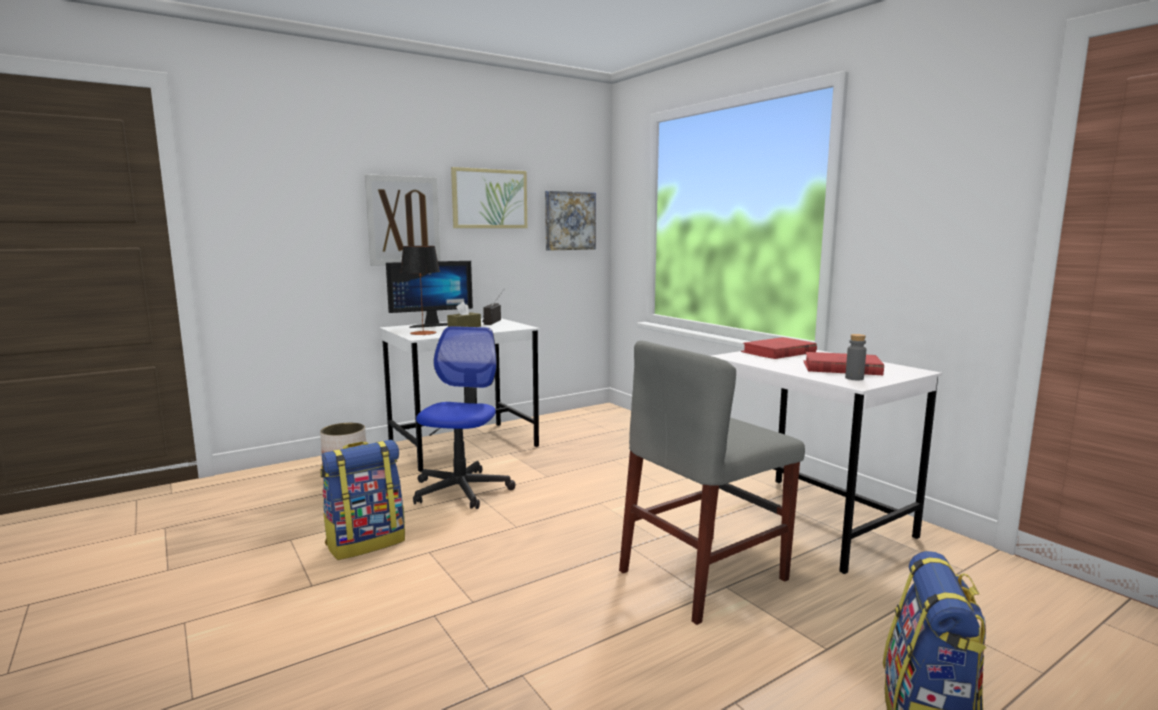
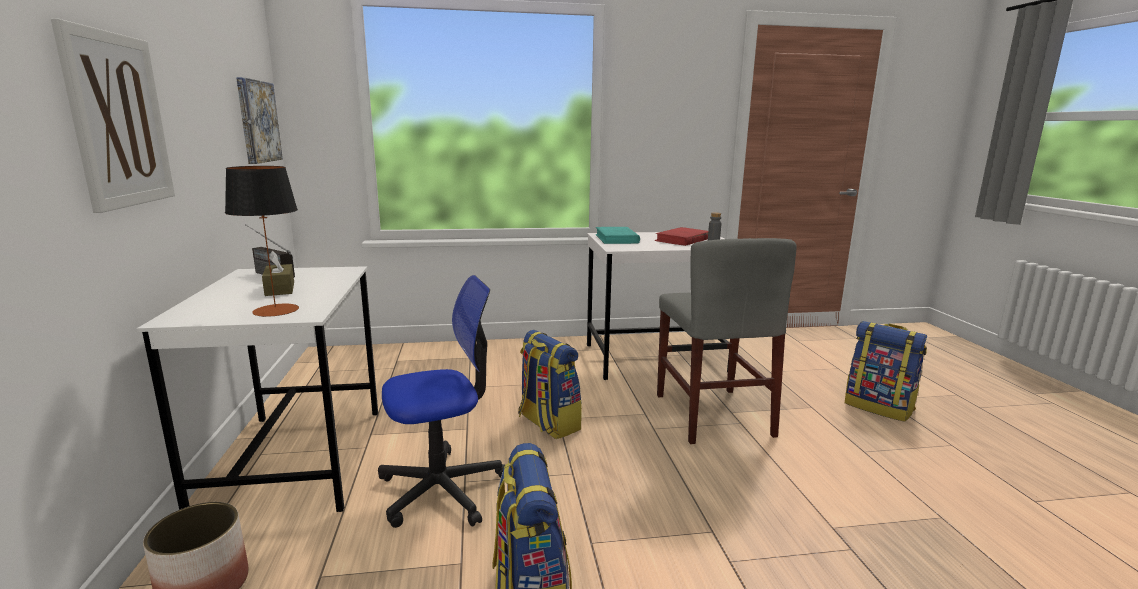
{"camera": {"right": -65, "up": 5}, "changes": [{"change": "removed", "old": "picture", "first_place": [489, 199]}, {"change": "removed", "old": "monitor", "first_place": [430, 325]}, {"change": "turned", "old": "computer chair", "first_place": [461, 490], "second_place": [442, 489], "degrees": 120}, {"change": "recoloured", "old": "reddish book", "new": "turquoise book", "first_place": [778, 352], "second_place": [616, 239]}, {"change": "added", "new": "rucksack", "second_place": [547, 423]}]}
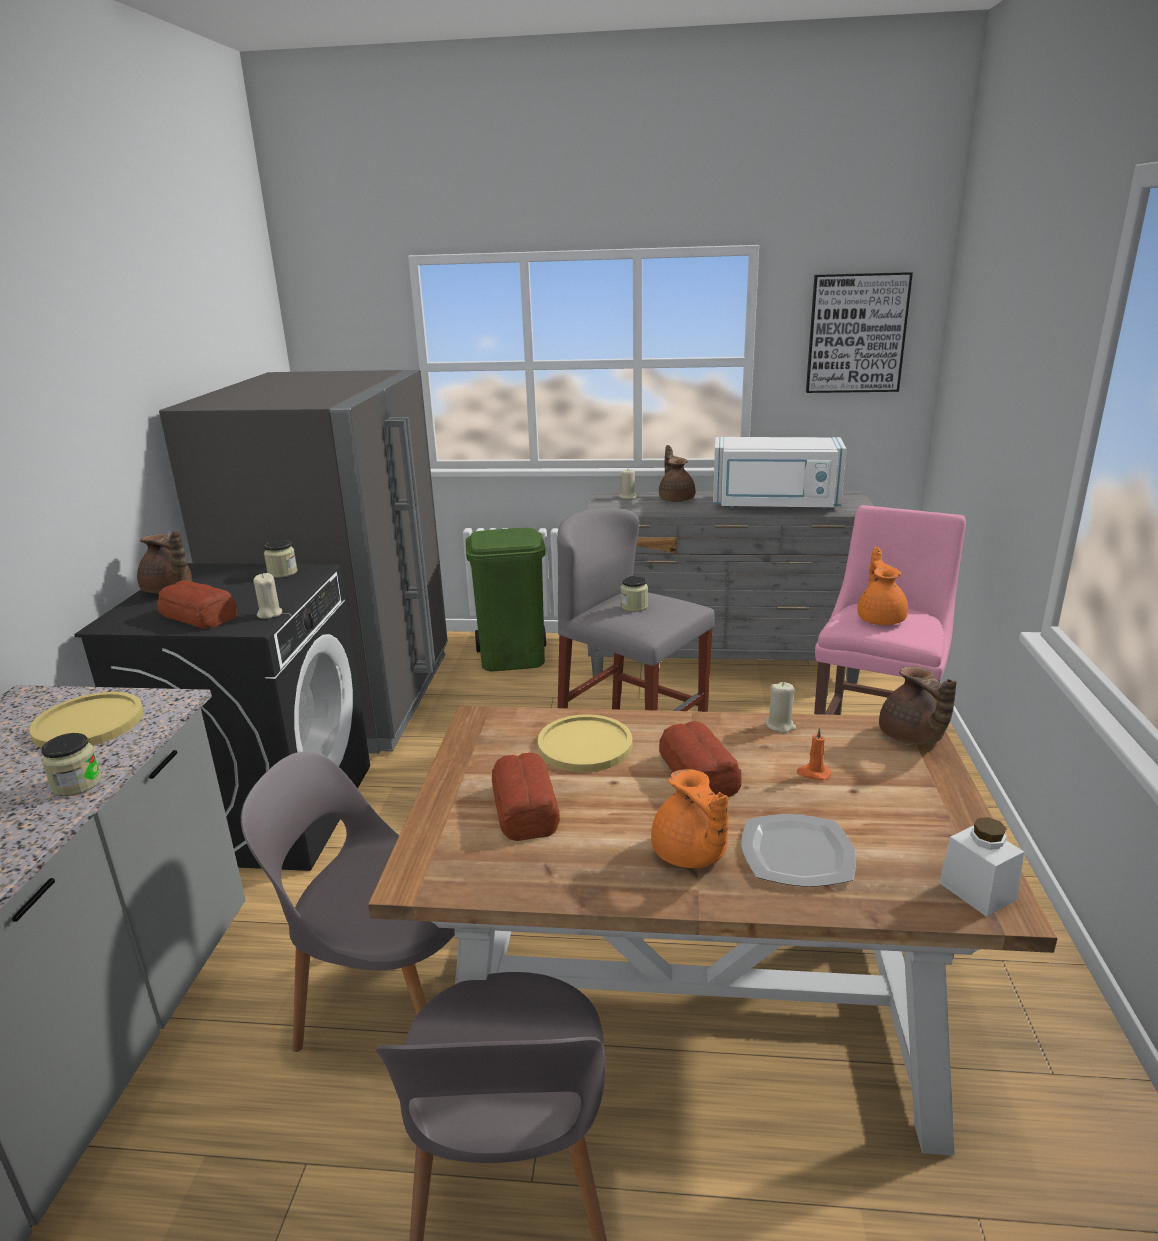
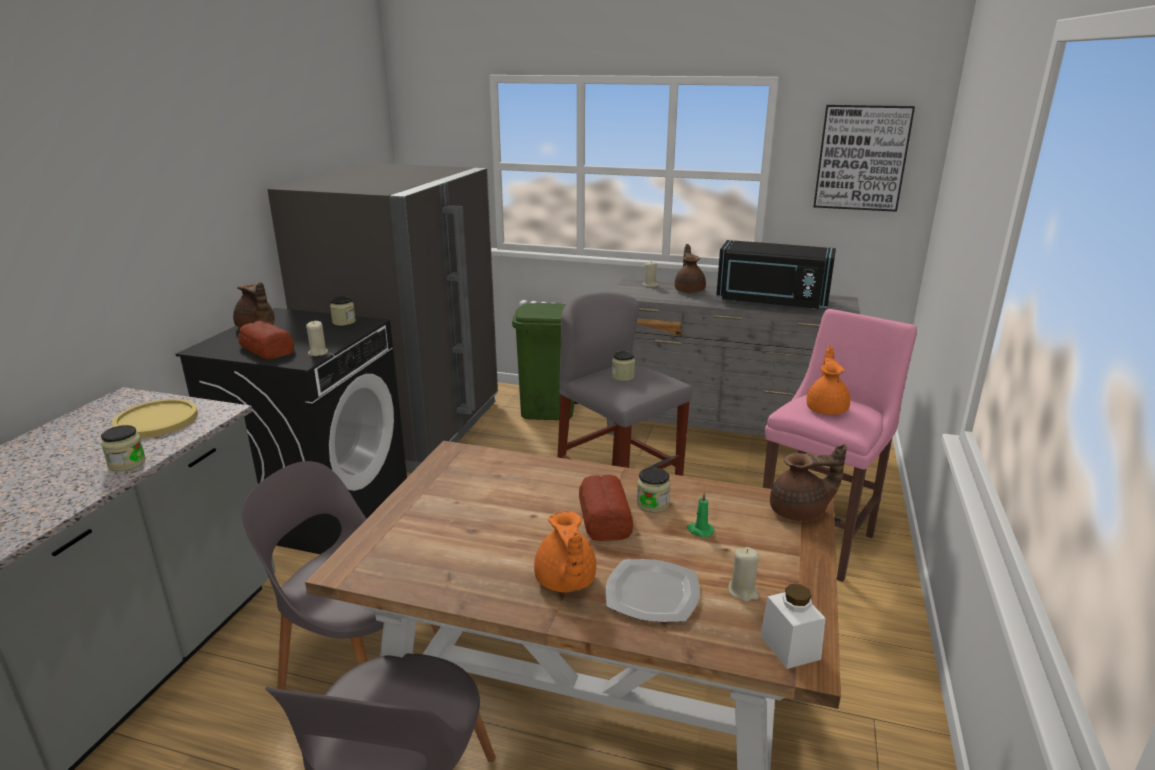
{"camera": {"right": 10, "up": 0}, "changes": [{"change": "recoloured", "old": "whitish microwave", "new": "blackish microwave", "first_place": [775, 505], "second_place": [771, 302]}, {"change": "turned", "old": "brown-coloured tea pot", "first_place": [911, 738], "second_place": [800, 512], "degrees": -90}, {"change": "moved", "old": "beige-coloured candle", "first_place": [780, 725], "second_place": [743, 591]}, {"change": "removed", "old": "yellow-coloured dinner plate", "first_place": [585, 745]}, {"change": "recoloured", "old": "orangey candle", "new": "green-coloured candle", "first_place": [813, 773], "second_place": [699, 530]}, {"change": "removed", "old": "bakery bread", "first_place": [525, 807]}, {"change": "added", "new": "storage jar", "second_place": [652, 504]}]}
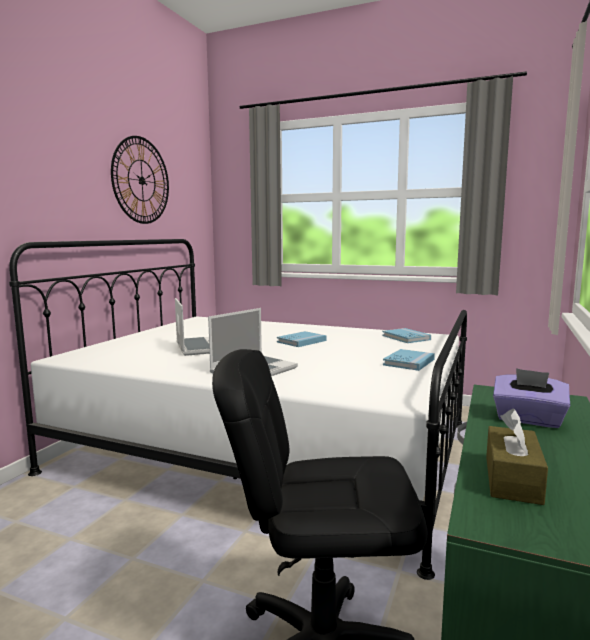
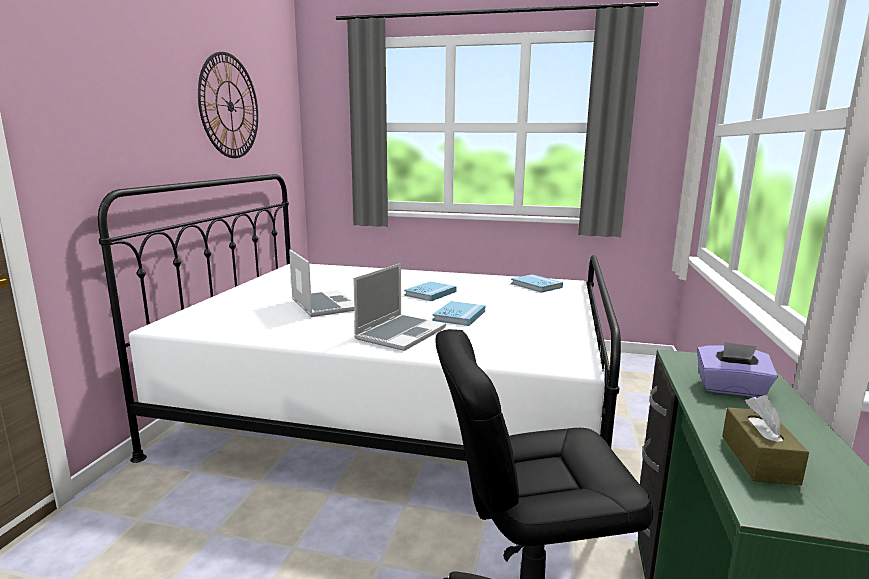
{"camera": {"right": -10, "up": 5}, "changes": [{"change": "moved", "old": "bluish book", "first_place": [409, 362], "second_place": [459, 316]}]}
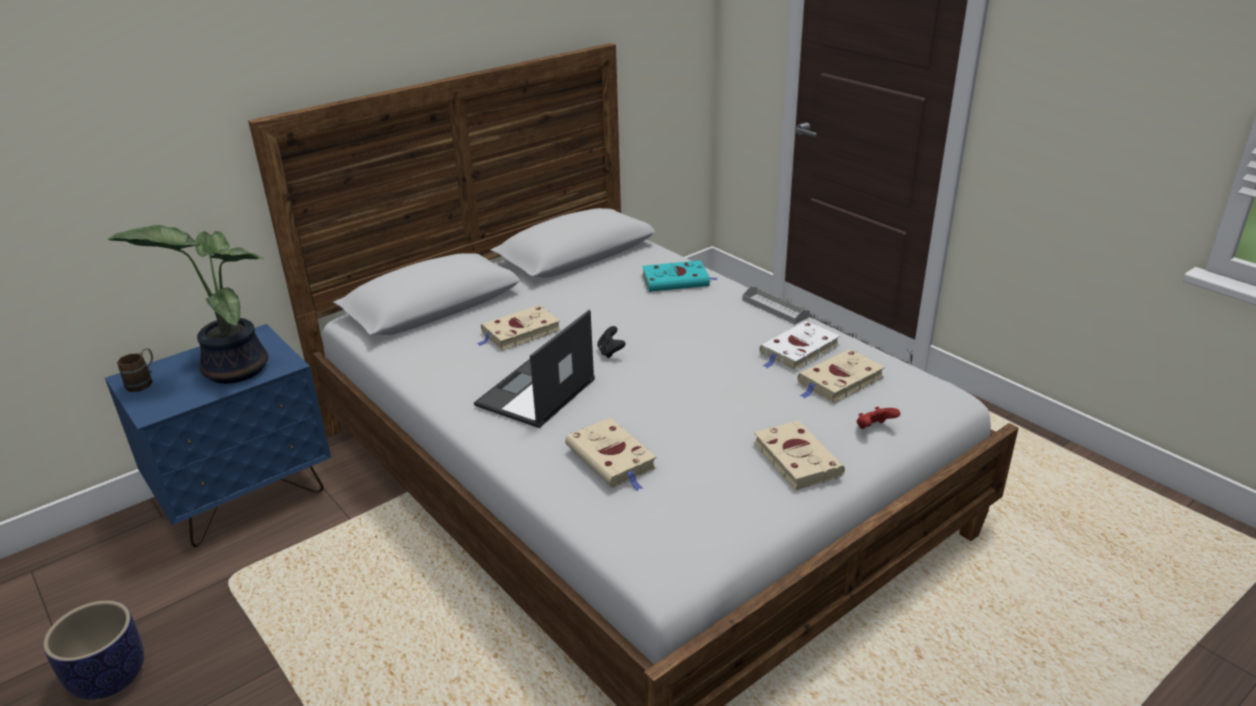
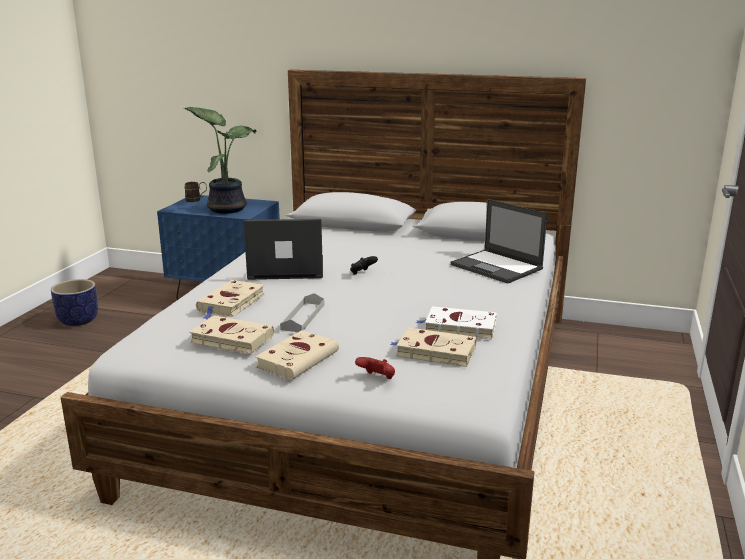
{"camera": {"right": 55, "up": -10}, "changes": [{"change": "replaced", "old": "turquoise book", "new": "laptop", "first_place": [677, 280], "second_place": [497, 267]}, {"change": "moved", "old": "greyish carrying tray", "first_place": [775, 308], "second_place": [303, 317]}, {"change": "moved", "old": "beige-coloured book", "first_place": [519, 333], "second_place": [230, 339]}]}
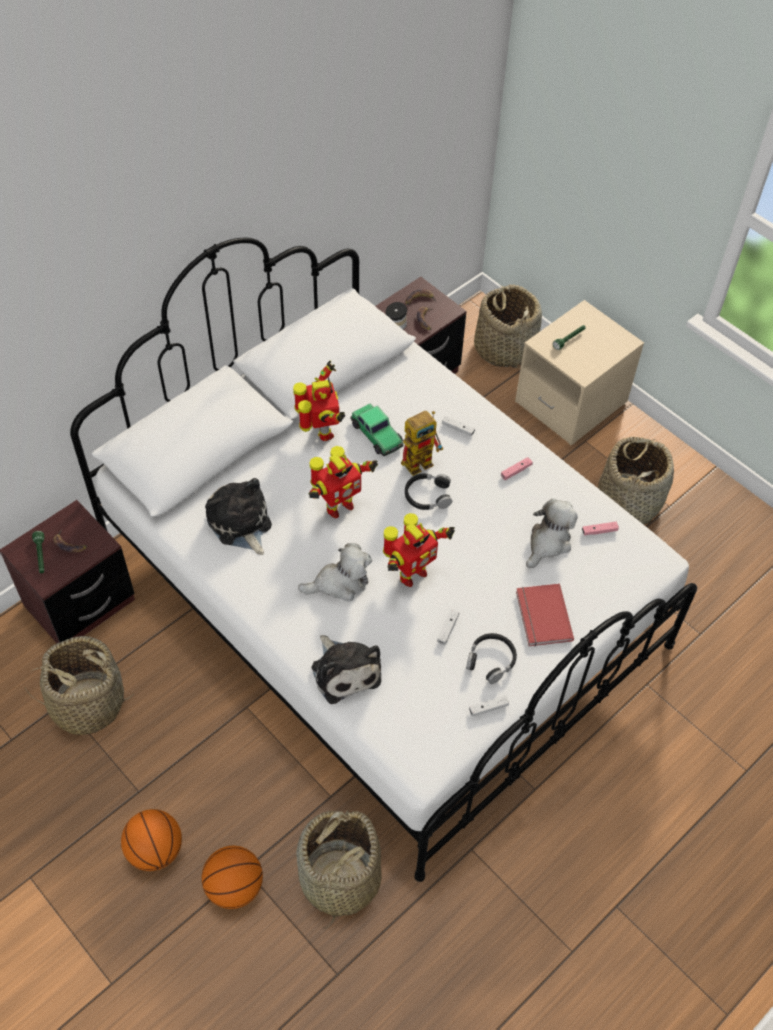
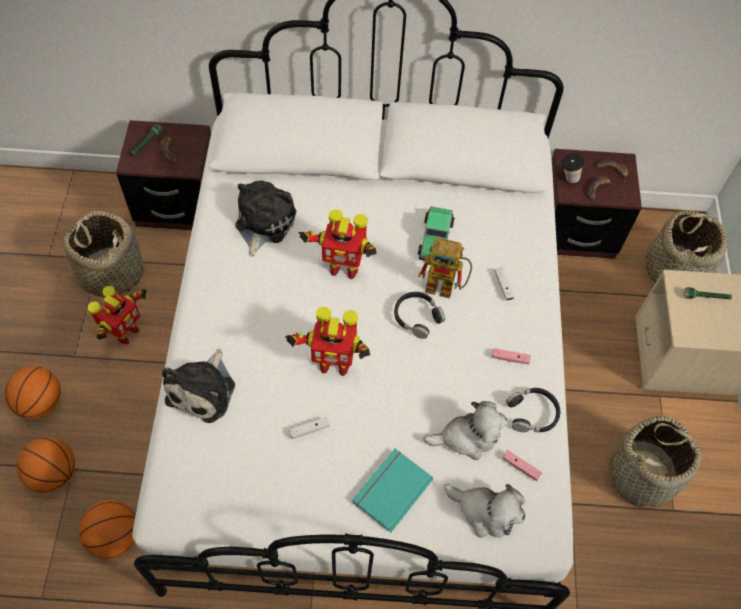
{"camera": {"right": 45, "up": 5}, "changes": [{"change": "moved", "old": "robot figure", "first_place": [322, 431], "second_place": [125, 333]}, {"change": "moved", "old": "plush toy", "first_place": [340, 583], "second_place": [485, 512]}, {"change": "recoloured", "old": "reddish book", "new": "turquoise book", "first_place": [541, 617], "second_place": [390, 489]}, {"change": "moved", "old": "blackish headphones", "first_place": [491, 660], "second_place": [532, 413]}, {"change": "removed", "old": "whitish joypad", "first_place": [488, 708]}, {"change": "replaced", "old": "household basket", "new": "basketball", "first_place": [339, 879], "second_place": [115, 537]}]}
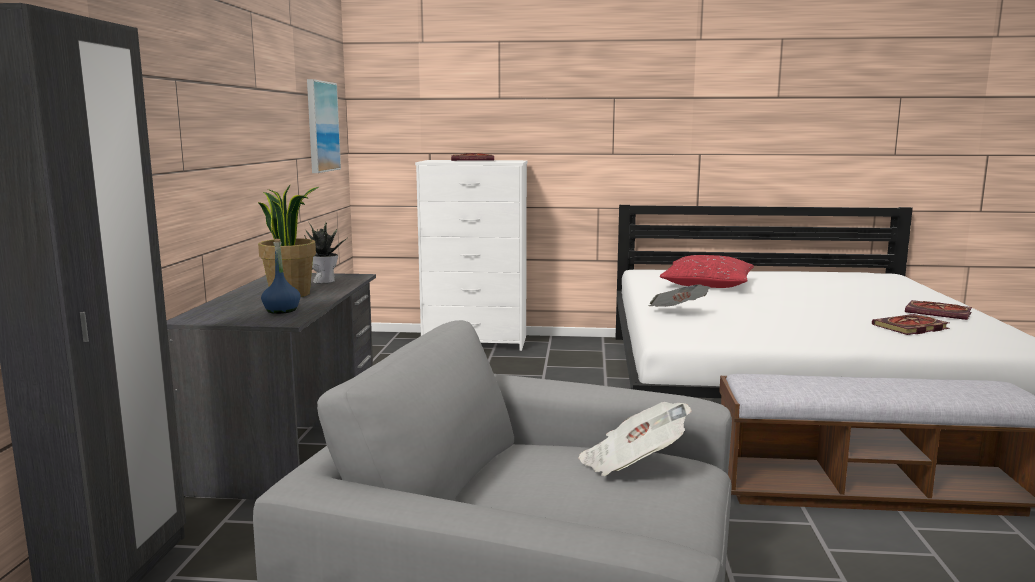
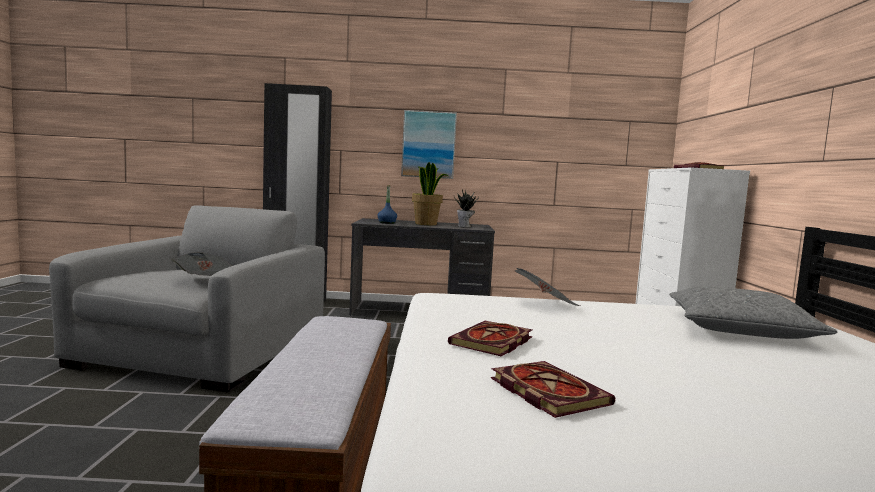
{"camera": {"right": 85, "up": -5}, "changes": [{"change": "moved", "old": "picture", "first_place": [322, 126], "second_place": [428, 144]}, {"change": "recoloured", "old": "reddish pillow", "new": "greyish pillow", "first_place": [707, 284], "second_place": [739, 329]}, {"change": "moved", "old": "book", "first_place": [939, 313], "second_place": [492, 342]}]}
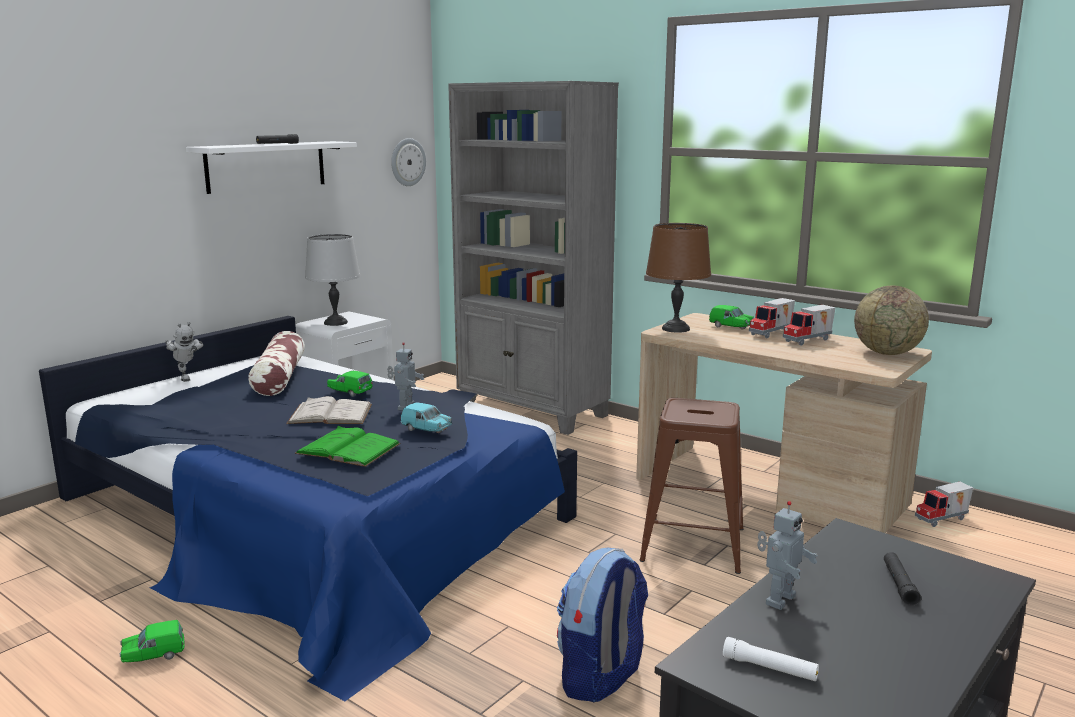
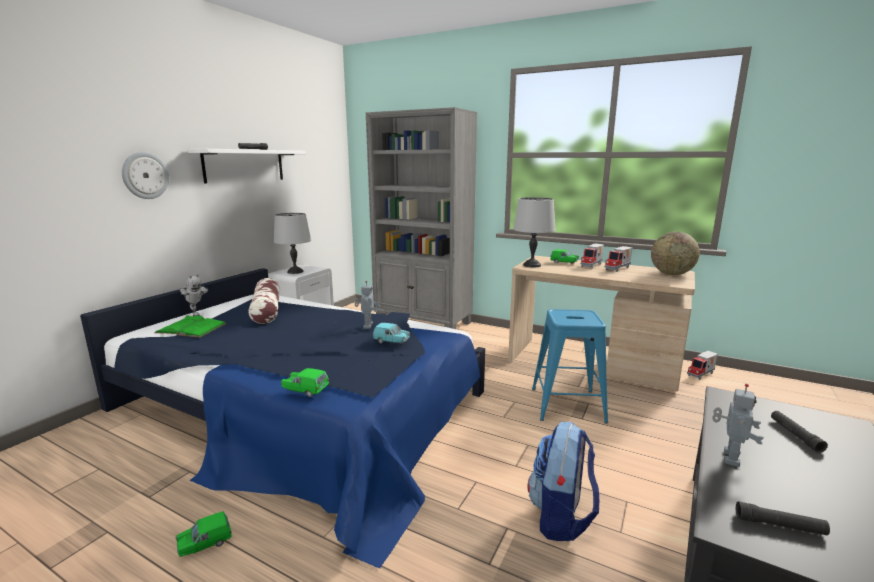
{"camera": {"right": -10, "up": 0}, "changes": [{"change": "moved", "old": "hanging clock", "first_place": [407, 162], "second_place": [145, 175]}, {"change": "recoloured", "old": "brown-coloured tabletop lamp", "new": "greyish tabletop lamp", "first_place": [676, 329], "second_place": [532, 265]}, {"change": "moved", "old": "green-coloured toy car", "first_place": [350, 392], "second_place": [305, 390]}, {"change": "removed", "old": "whitish book", "first_place": [330, 414]}, {"change": "recoloured", "old": "brown-coloured stool seat", "new": "bluish stool seat", "first_place": [693, 544], "second_place": [567, 405]}, {"change": "moved", "old": "green-coloured book", "first_place": [348, 448], "second_place": [191, 328]}, {"change": "recoloured", "old": "whitish flashlight", "new": "blackish flashlight", "first_place": [769, 668], "second_place": [779, 525]}]}
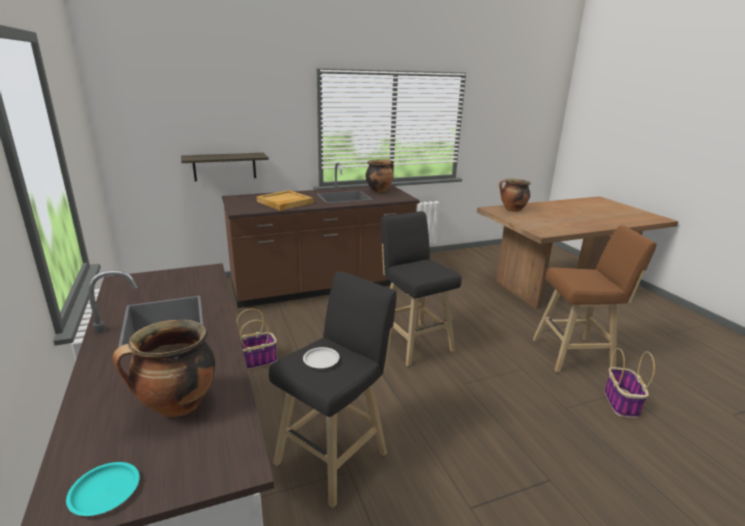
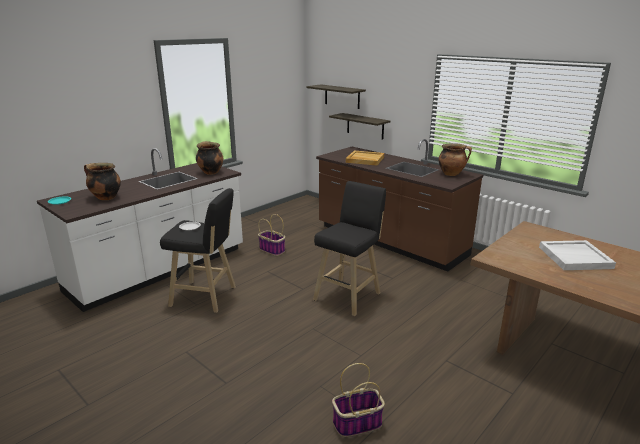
{"camera": {"right": 65, "up": 0}, "changes": [{"change": "moved", "old": "saucepot", "first_place": [512, 210], "second_place": [210, 172]}, {"change": "removed", "old": "brown-coloured stool seat", "first_place": [575, 355]}, {"change": "added", "new": "bracket shelf", "second_place": [342, 96]}, {"change": "added", "new": "whitish carrying tray", "second_place": [575, 257]}]}
